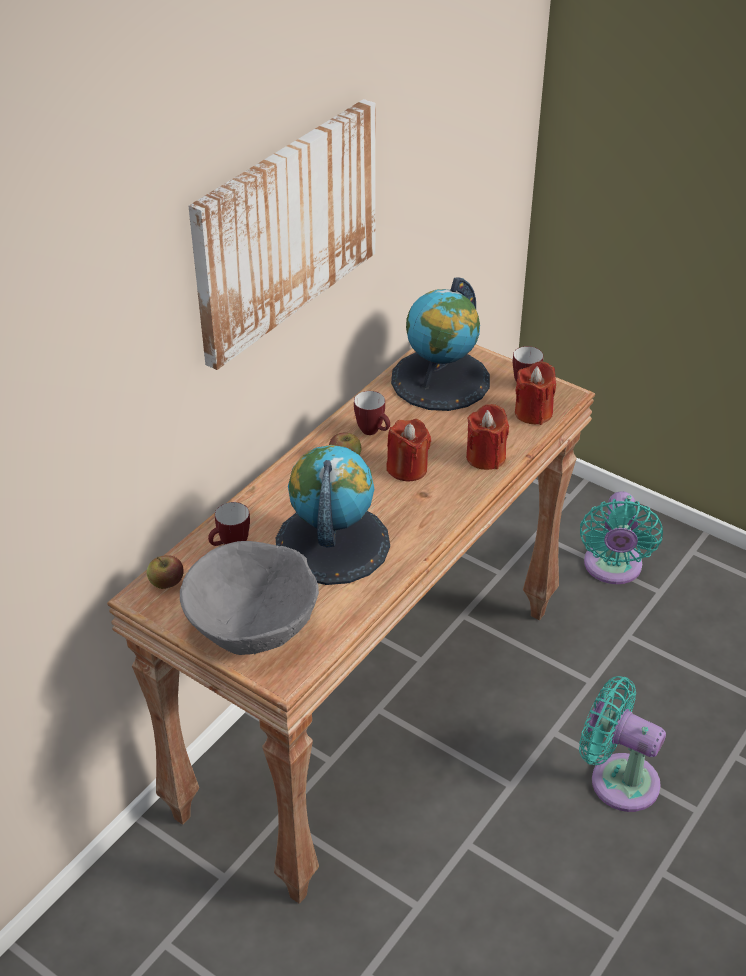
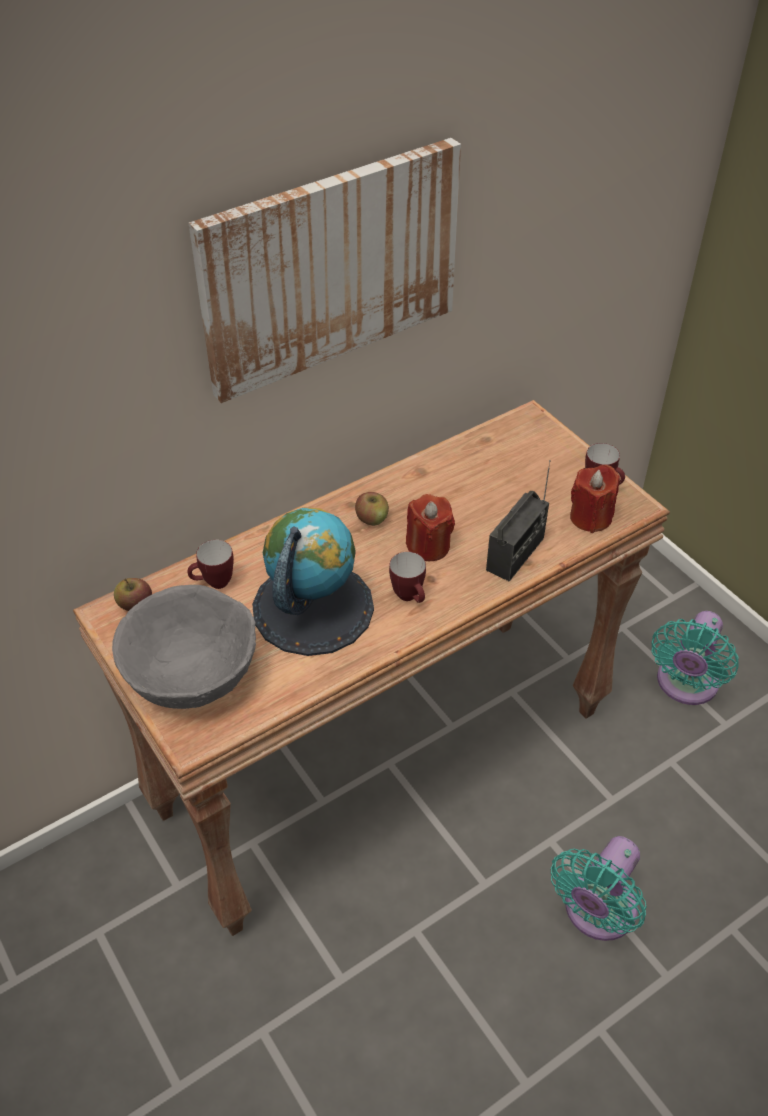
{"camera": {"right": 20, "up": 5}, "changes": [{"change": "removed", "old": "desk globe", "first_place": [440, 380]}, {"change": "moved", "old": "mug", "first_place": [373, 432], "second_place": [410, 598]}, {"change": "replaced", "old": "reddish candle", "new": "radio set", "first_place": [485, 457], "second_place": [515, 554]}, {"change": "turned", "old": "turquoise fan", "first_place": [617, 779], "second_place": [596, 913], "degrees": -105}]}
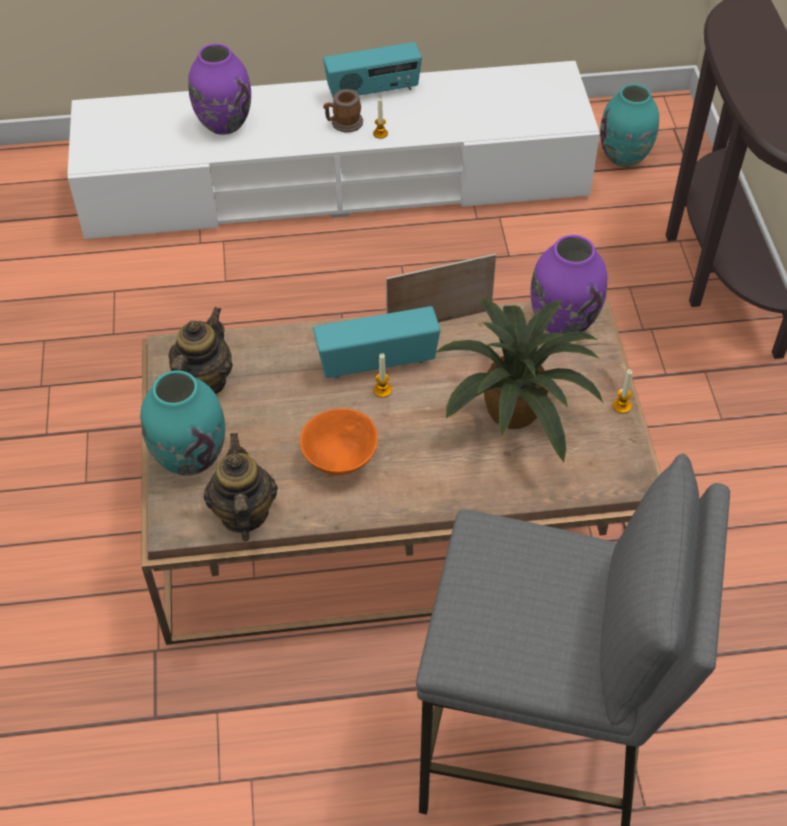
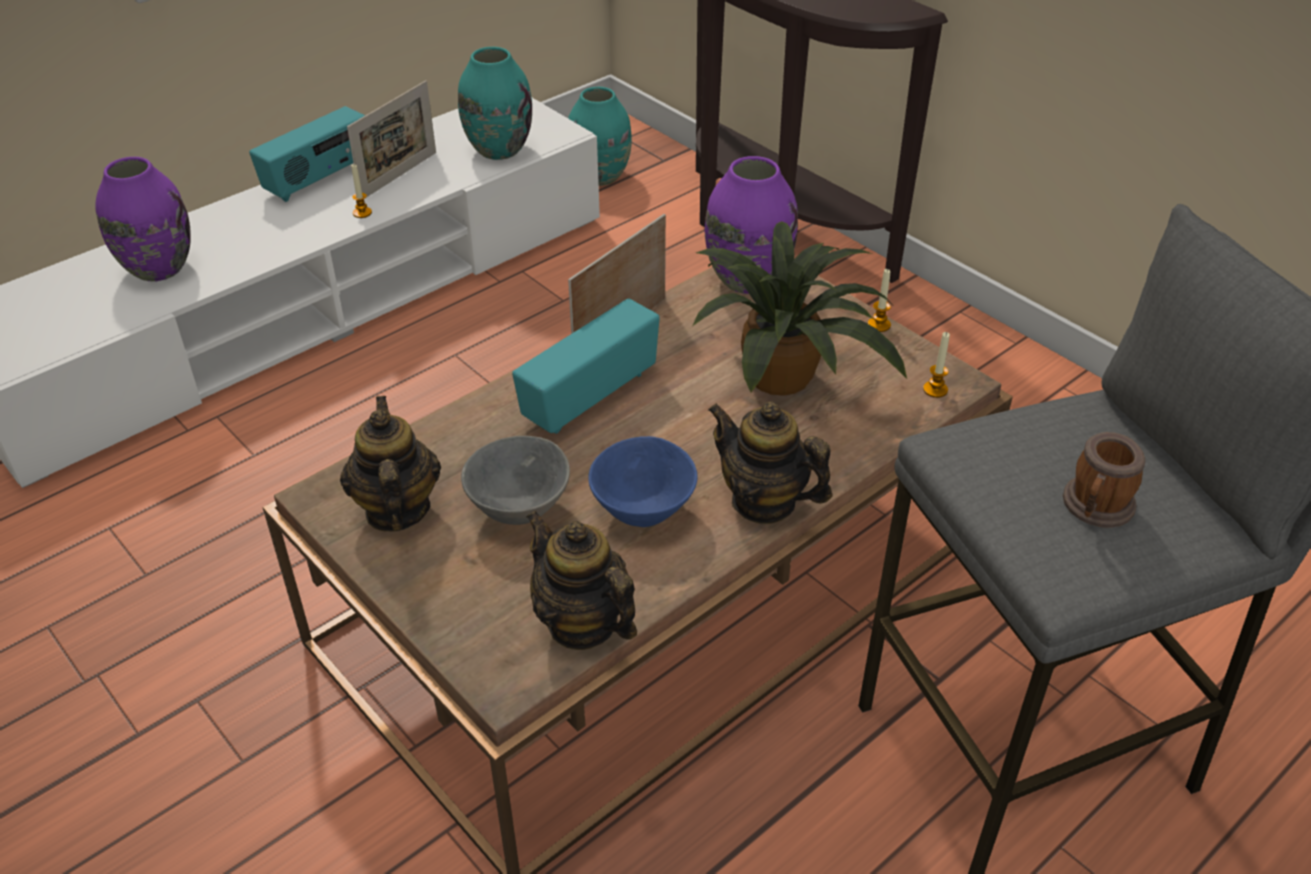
{"camera": {"right": -35, "up": -10}, "changes": [{"change": "moved", "old": "mug", "first_place": [343, 123], "second_place": [1095, 508]}, {"change": "moved", "old": "candle", "first_place": [382, 390], "second_place": [935, 390]}, {"change": "moved", "old": "turquoise vase", "first_place": [190, 456], "second_place": [498, 149]}, {"change": "recoloured", "old": "orangey serving bowl", "new": "bluish serving bowl", "first_place": [338, 459], "second_place": [640, 510]}, {"change": "added", "new": "standing frame", "second_place": [399, 176]}, {"change": "added", "new": "tea pot", "second_place": [764, 501]}, {"change": "added", "new": "greyish serving bowl", "second_place": [517, 507]}]}
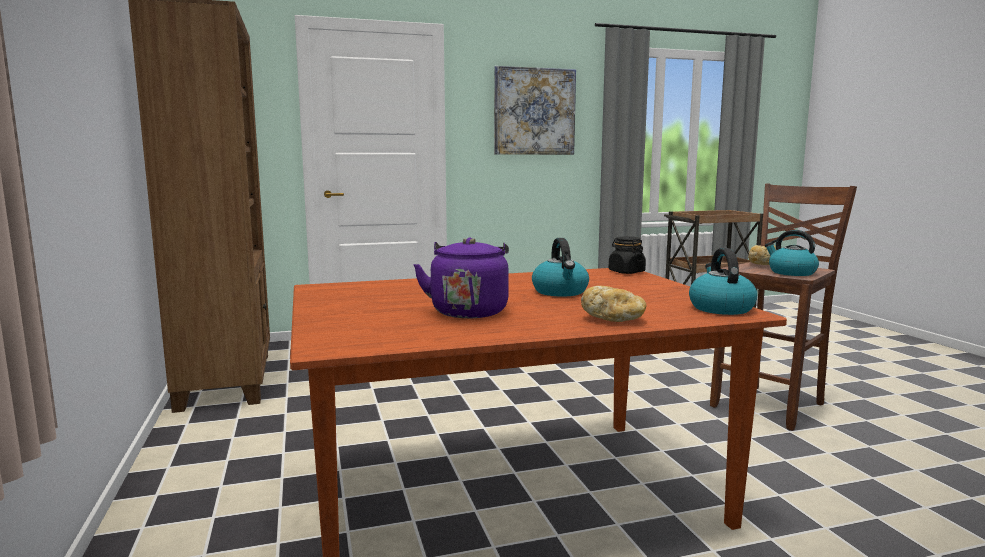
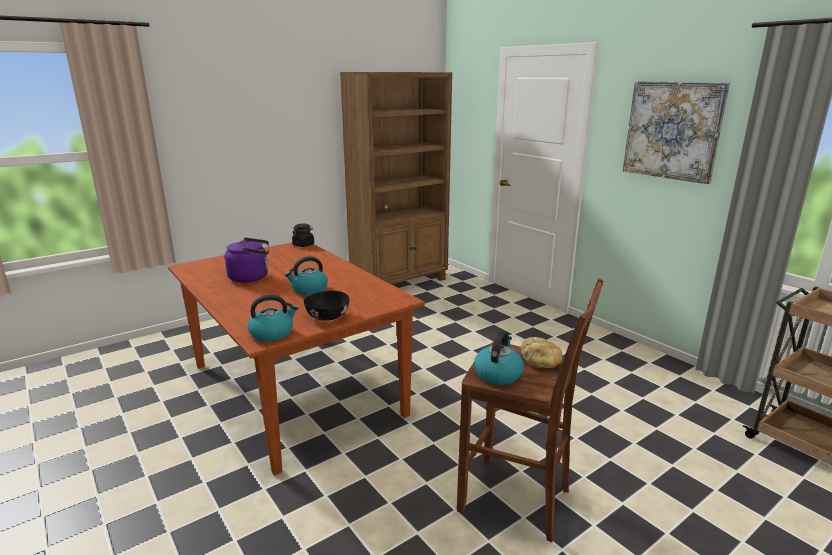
{"camera": {"right": 70, "up": 10}, "changes": [{"change": "moved", "old": "blackish storage jar", "first_place": [626, 272], "second_place": [303, 245]}, {"change": "removed", "old": "bakery bread", "first_place": [613, 319]}, {"change": "added", "new": "blackish serving bowl", "second_place": [327, 317]}]}
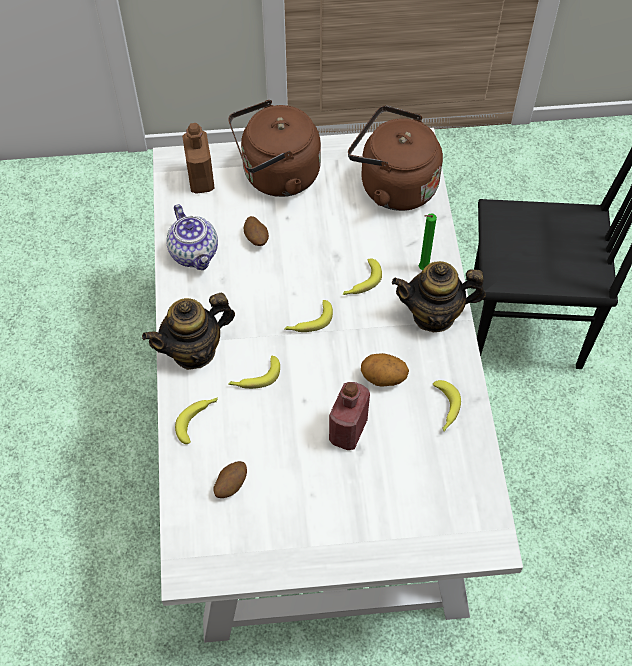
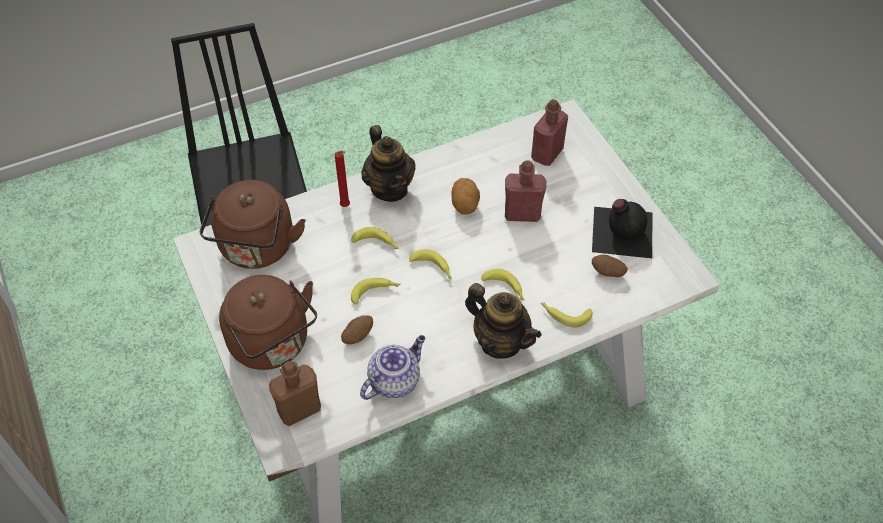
{"camera": {"right": -110, "up": -5}, "changes": [{"change": "recoloured", "old": "green-coloured candle", "new": "reddish candle", "first_place": [422, 269], "second_place": [346, 206]}, {"change": "moved", "old": "whole banana", "first_place": [444, 409], "second_place": [375, 292]}, {"change": "added", "new": "reddish bottle", "second_place": [547, 154]}, {"change": "added", "new": "blackish bottle", "second_place": [621, 231]}]}
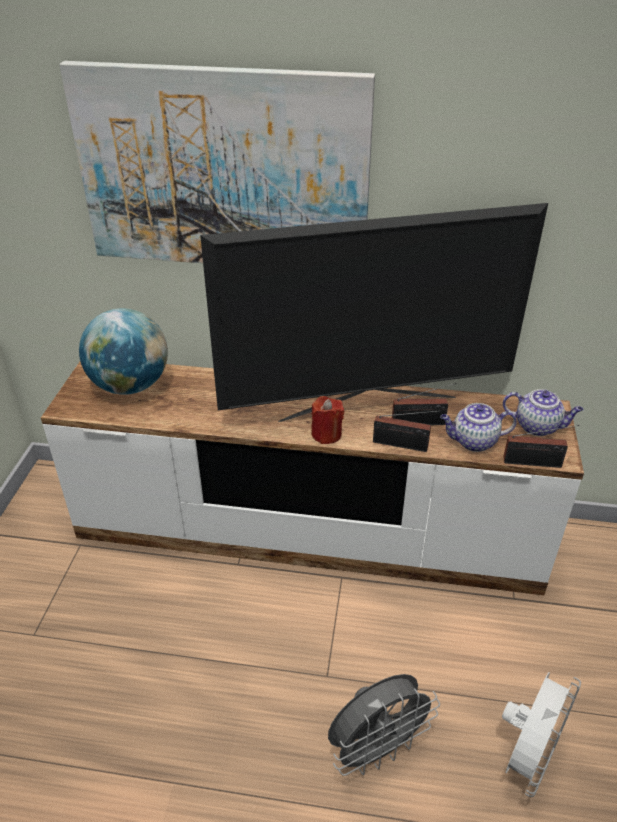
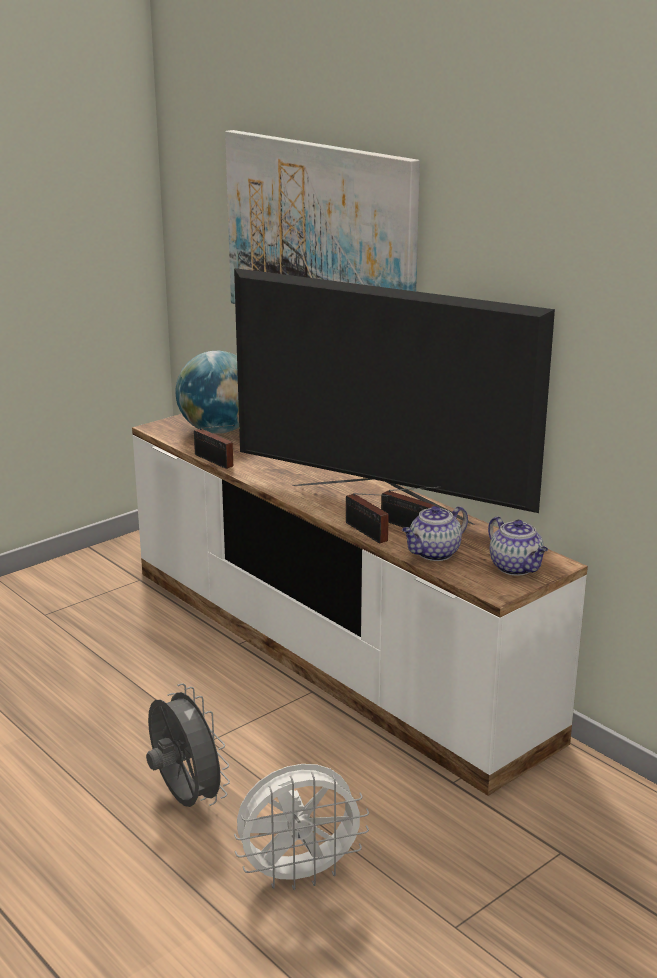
{"camera": {"right": 40, "up": -15}, "changes": [{"change": "removed", "old": "reddish candle", "first_place": [326, 434]}, {"change": "turned", "old": "tea pot", "first_place": [473, 442], "second_place": [434, 553], "degrees": -75}, {"change": "moved", "old": "radio set", "first_place": [535, 463], "second_place": [215, 461]}, {"change": "turned", "old": "greyish fan", "first_place": [376, 749], "second_place": [185, 799], "degrees": -135}]}
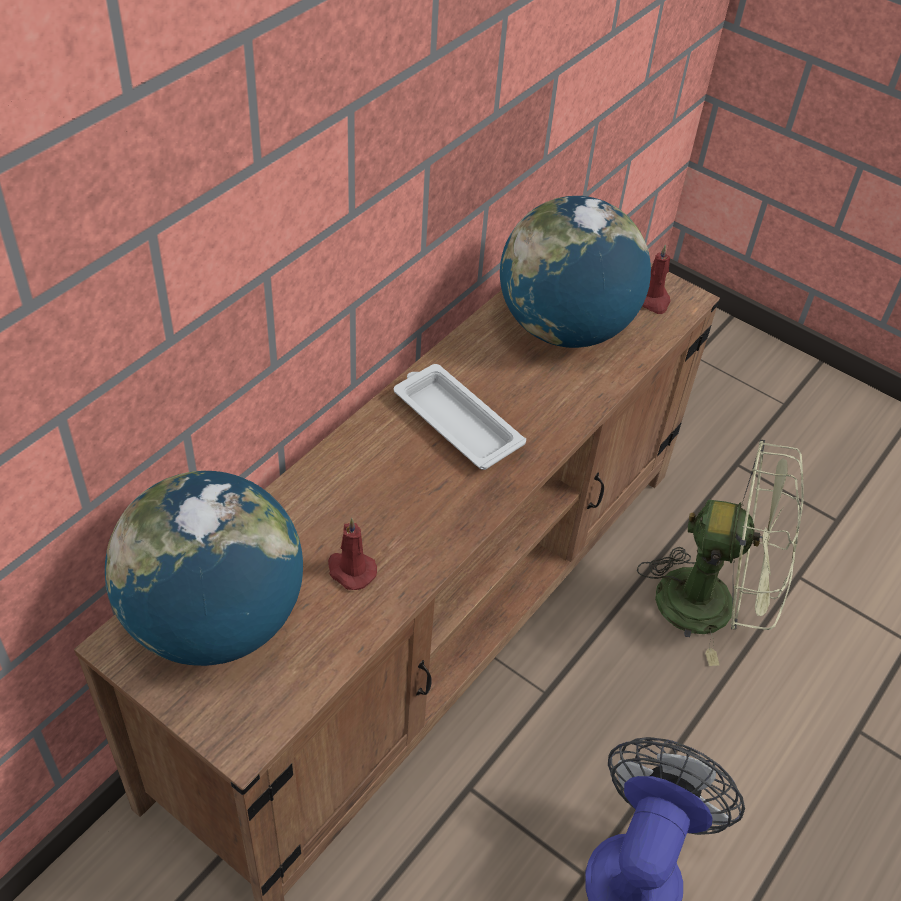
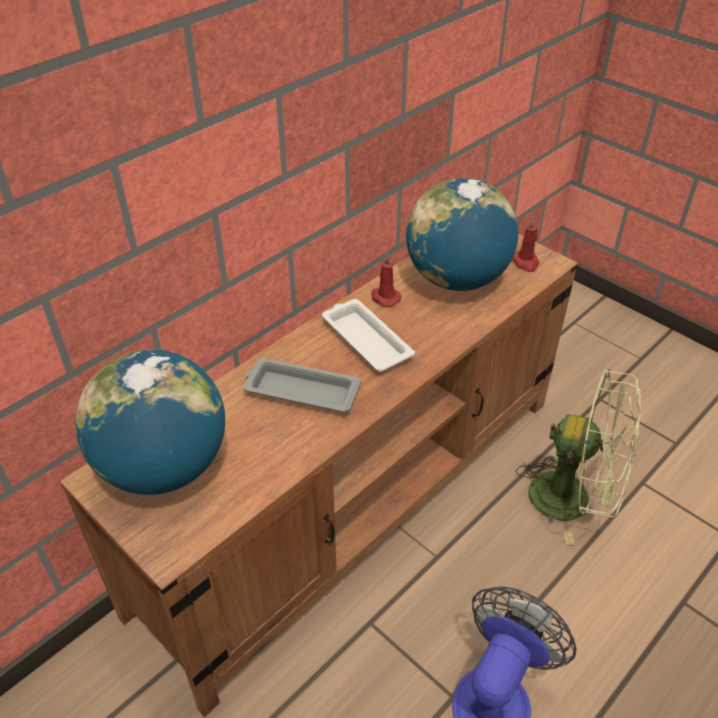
{"camera": {"right": 10, "up": -5}, "changes": [{"change": "moved", "old": "reddish candle", "first_place": [350, 570], "second_place": [384, 297]}, {"change": "added", "new": "greyish carrying tray", "second_place": [300, 391]}]}
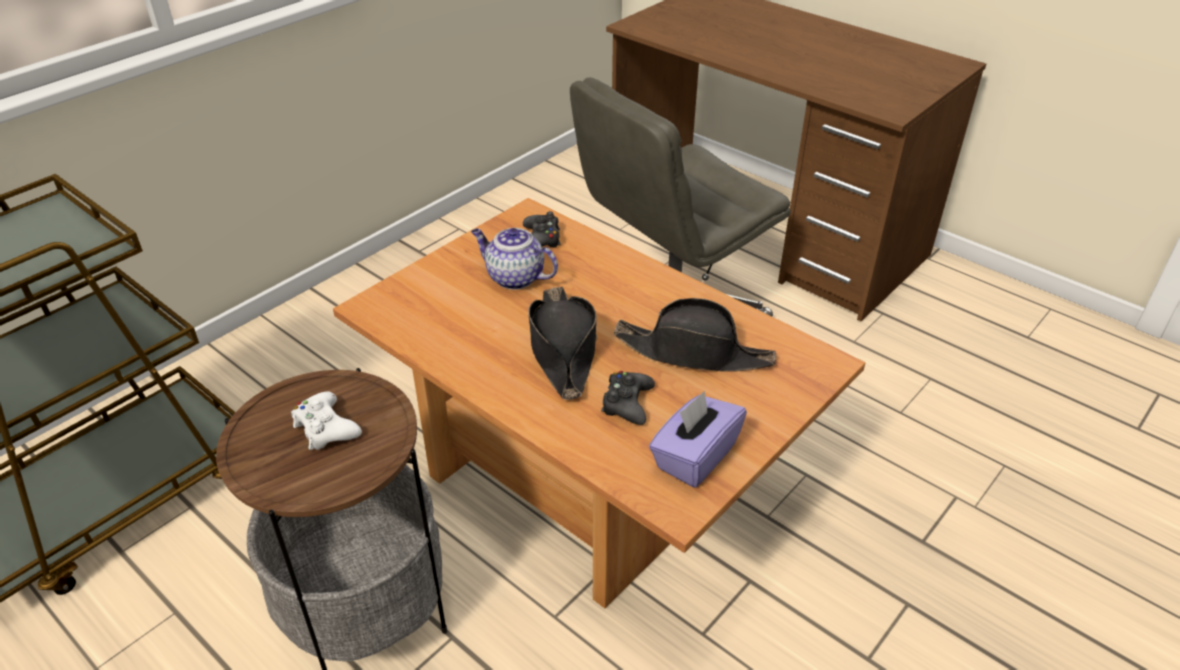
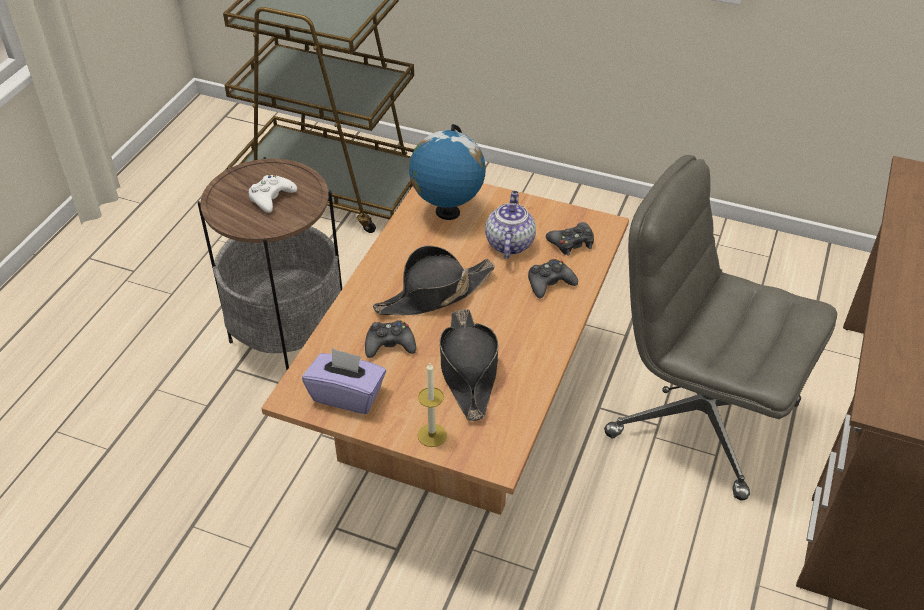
{"camera": {"right": 70, "up": 5}, "changes": [{"change": "added", "new": "desk globe", "second_place": [447, 212]}, {"change": "added", "new": "blackish joypad", "second_place": [549, 283]}, {"change": "added", "new": "candle", "second_place": [432, 435]}]}
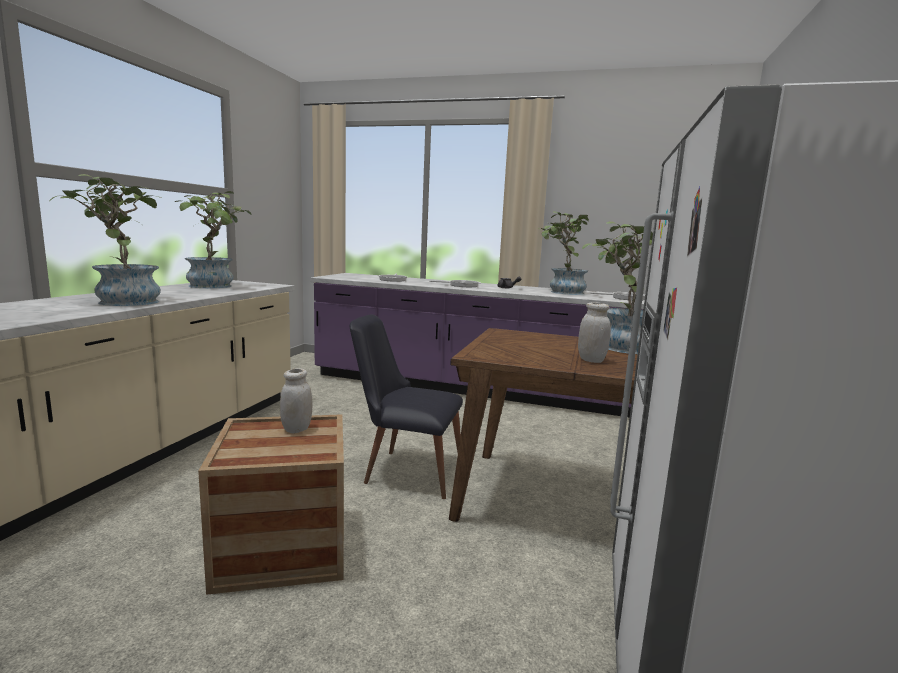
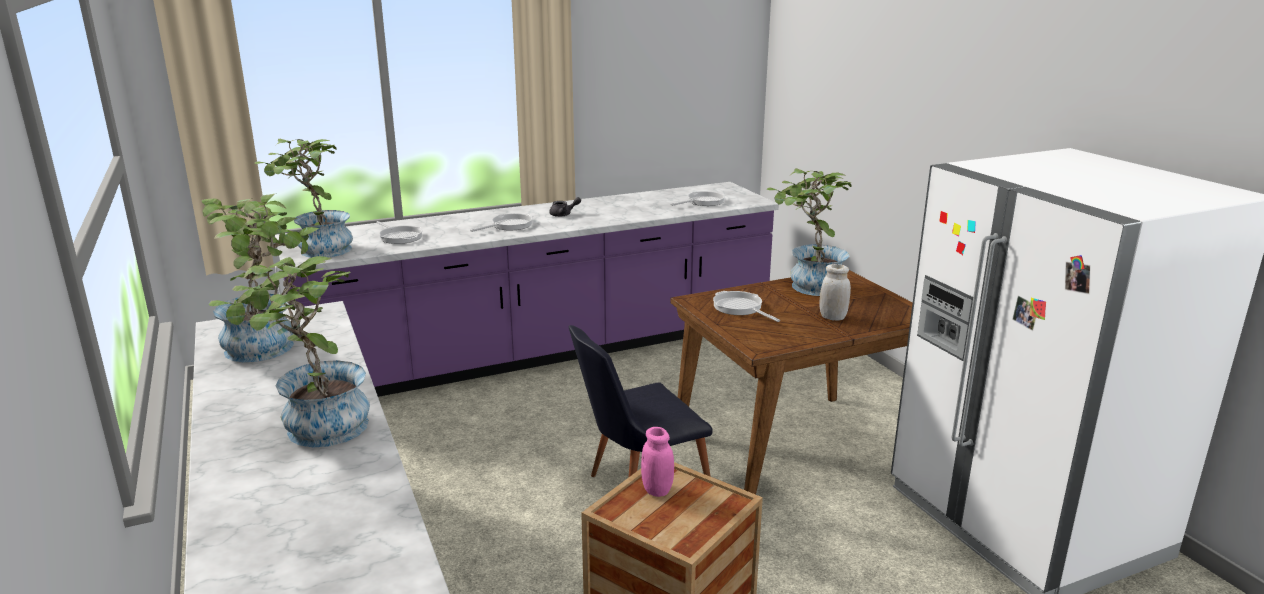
{"camera": {"right": -40, "up": 10}, "changes": [{"change": "moved", "old": "potted plant", "first_place": [561, 292], "second_place": [317, 251]}, {"change": "recoloured", "old": "whitish storage jar", "new": "pinkish storage jar", "first_place": [297, 429], "second_place": [657, 490]}, {"change": "added", "new": "frying pan", "second_place": [740, 308]}]}
